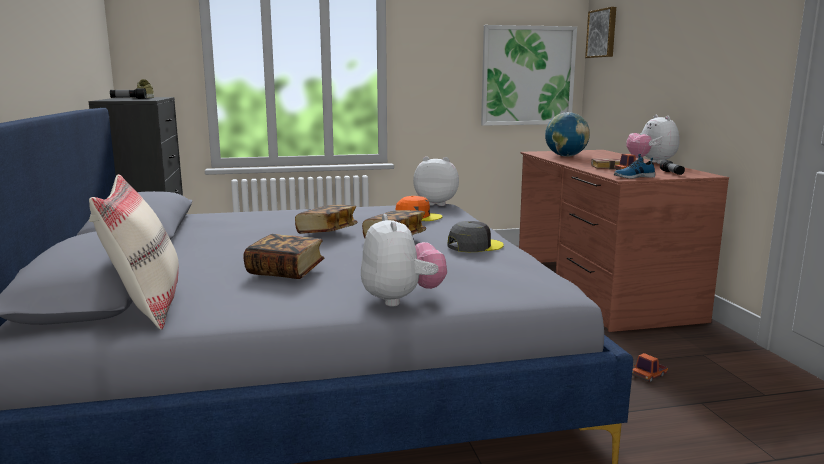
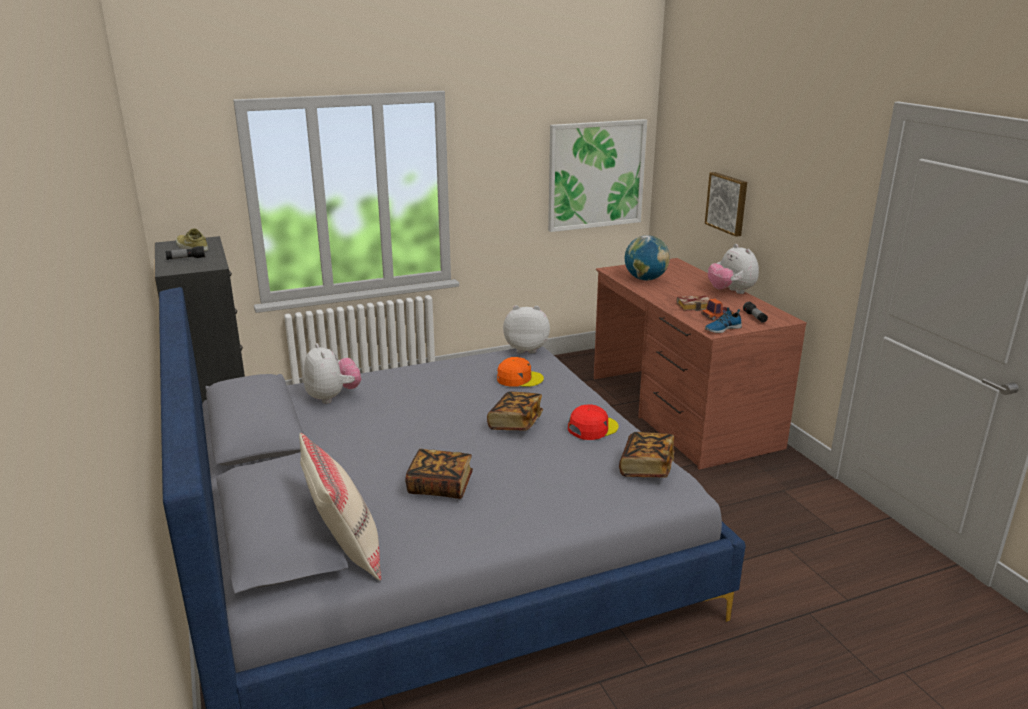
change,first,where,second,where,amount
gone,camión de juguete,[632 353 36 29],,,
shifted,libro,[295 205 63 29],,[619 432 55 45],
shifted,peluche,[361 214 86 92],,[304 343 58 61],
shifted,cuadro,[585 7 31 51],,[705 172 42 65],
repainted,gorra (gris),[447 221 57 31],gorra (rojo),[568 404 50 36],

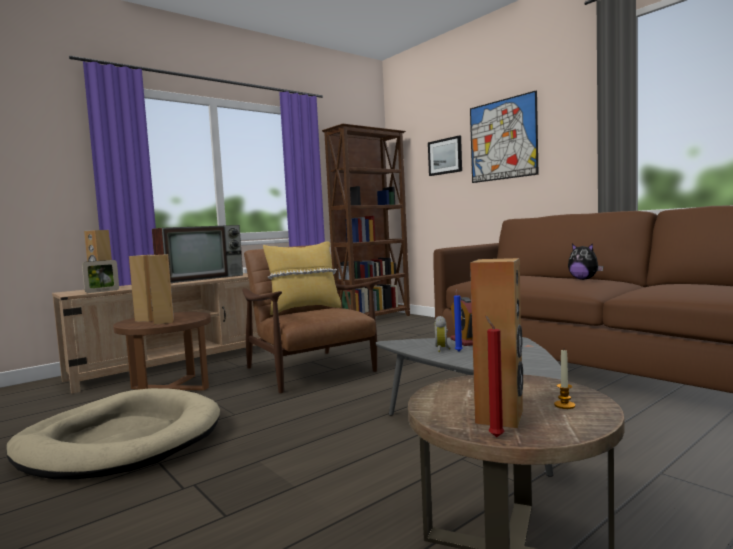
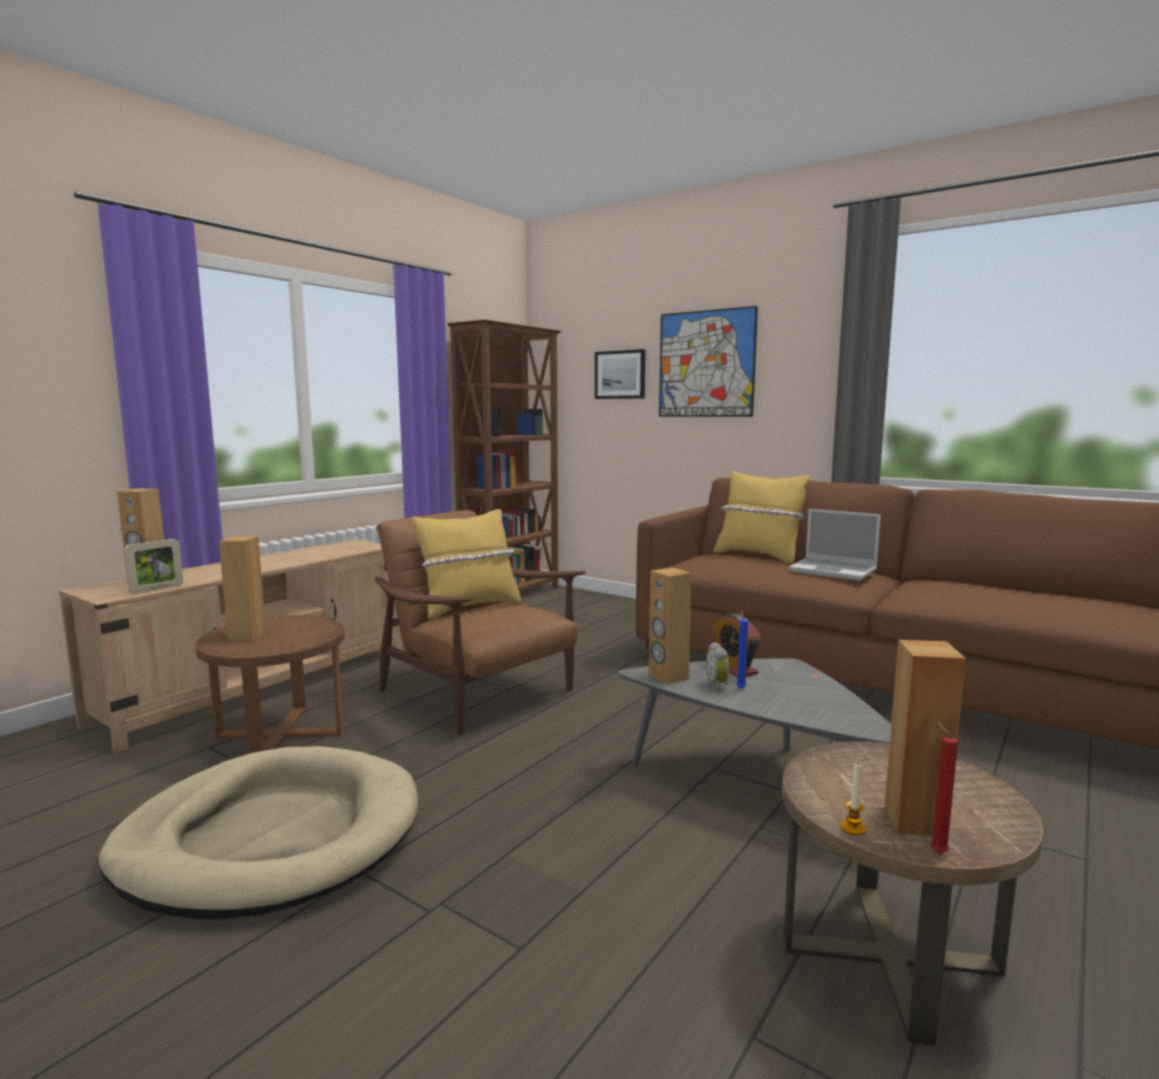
change,first,where,second,where,amount
gone,televisor,[152 225 91 58],,,
new,,,cojín (amarillo),[713 470 97 95],
shifted,altavoz (marrón),[148 254 26 71],,[649 567 42 118],
shifted,vela,[554 350 21 59],,[841 764 25 71],
swapped,peluche,[568 243 36 37],portátil,[788 509 93 72],

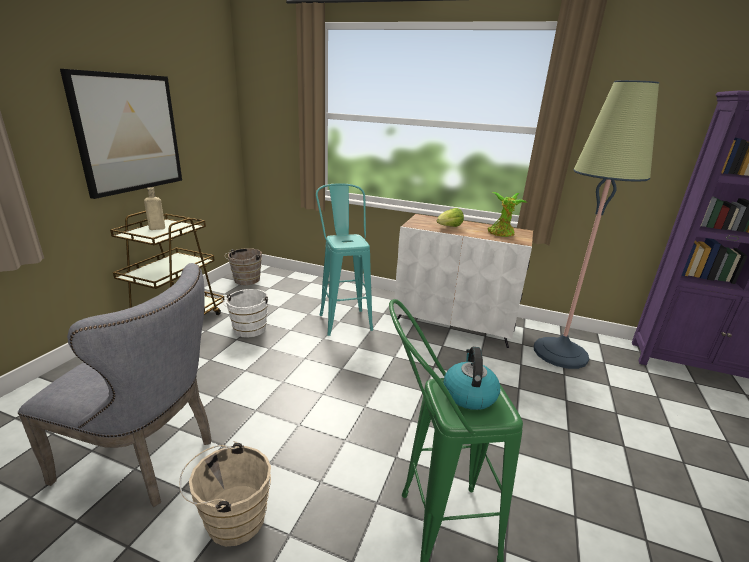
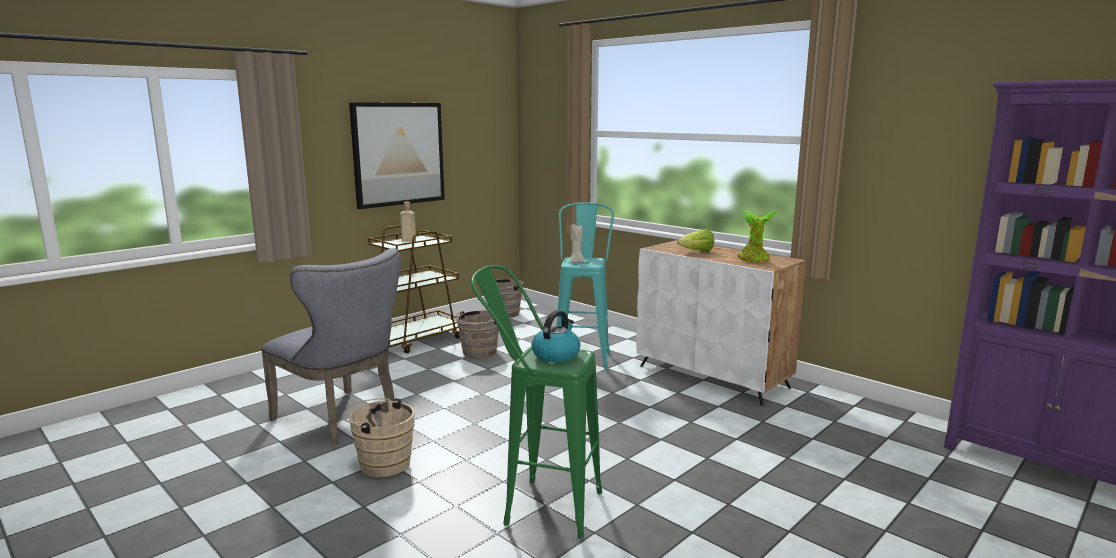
change,first,where,second,where,amount
gone,lámpara de pie,[534 80 125 289],,,
new,,,vela (beis),[570 224 15 39],
repainted,cubo (blanco),[223 289 45 49],cubo (marrón),[453 310 46 49],

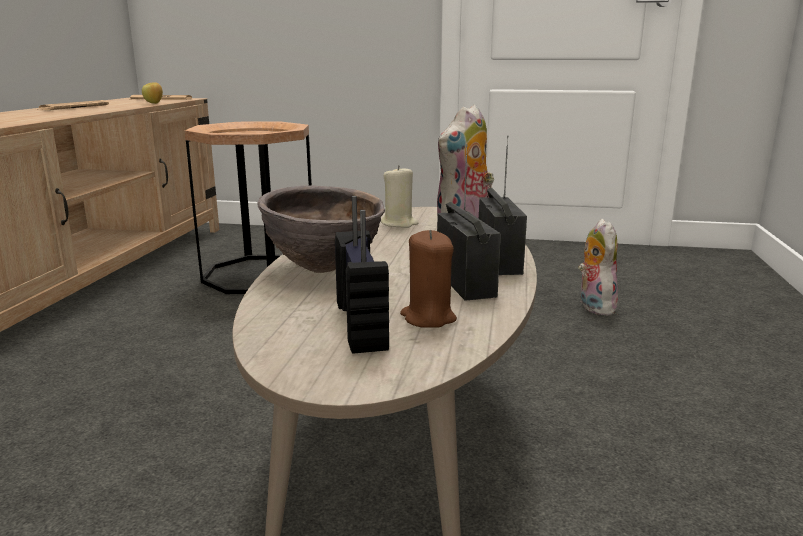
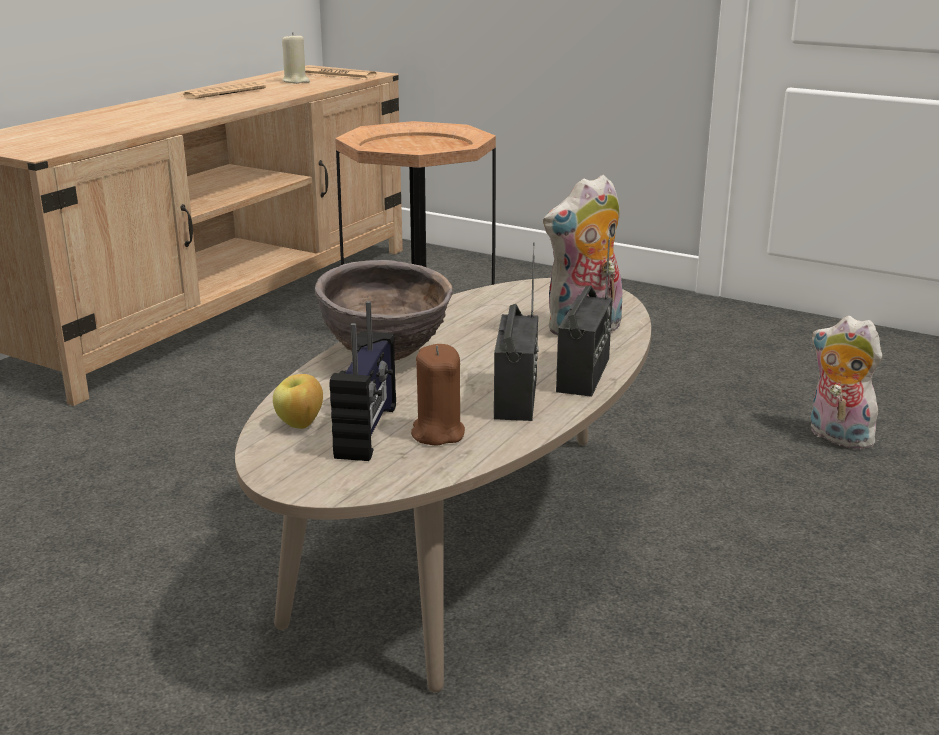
change,first,where,second,where,amount
shifted,manzana,[142 82 21 22],,[273 374 50 55],
shifted,vela (beis),[381 165 38 63],,[282 32 28 52],
rotated,peluche,[578 219 40 96],,[811 316 71 133],60 degrees counterclockwise

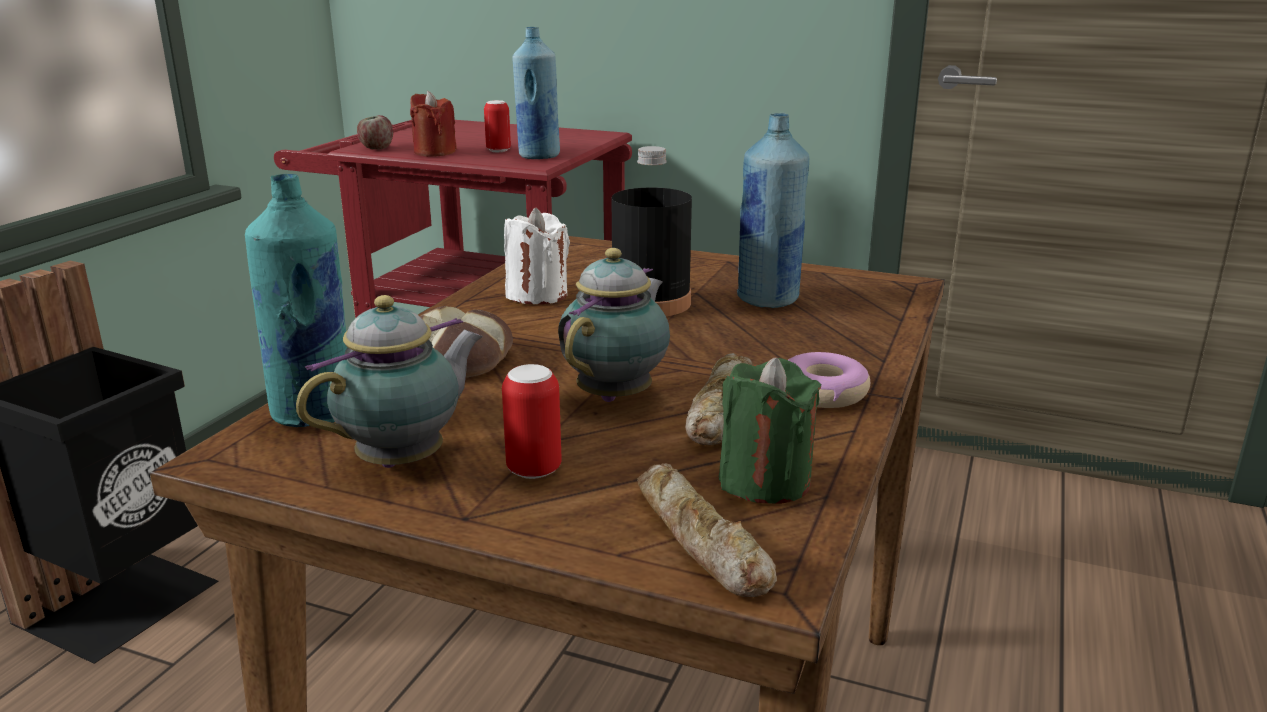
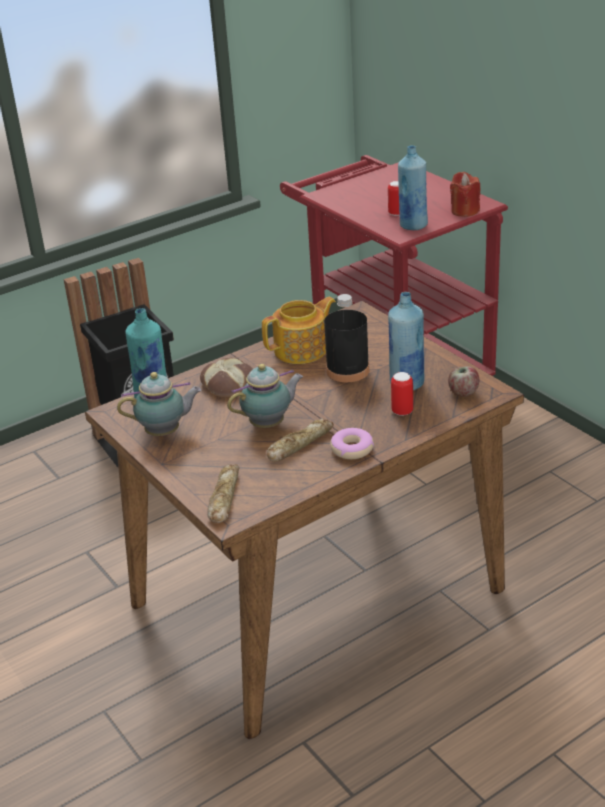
change,first,where,second,where,amount
gone,vela (verde),[719 358 102 146],,,
shifted,manzana,[357 115 36 35],,[448 366 31 31],
shifted,vela (rojo),[410 91 47 66],,[450 172 30 45],
shifted,lata,[502 364 60 115],,[391 372 22 44],
swapped,vela (blanco),[504 208 66 97],tetera,[262 297 74 67],

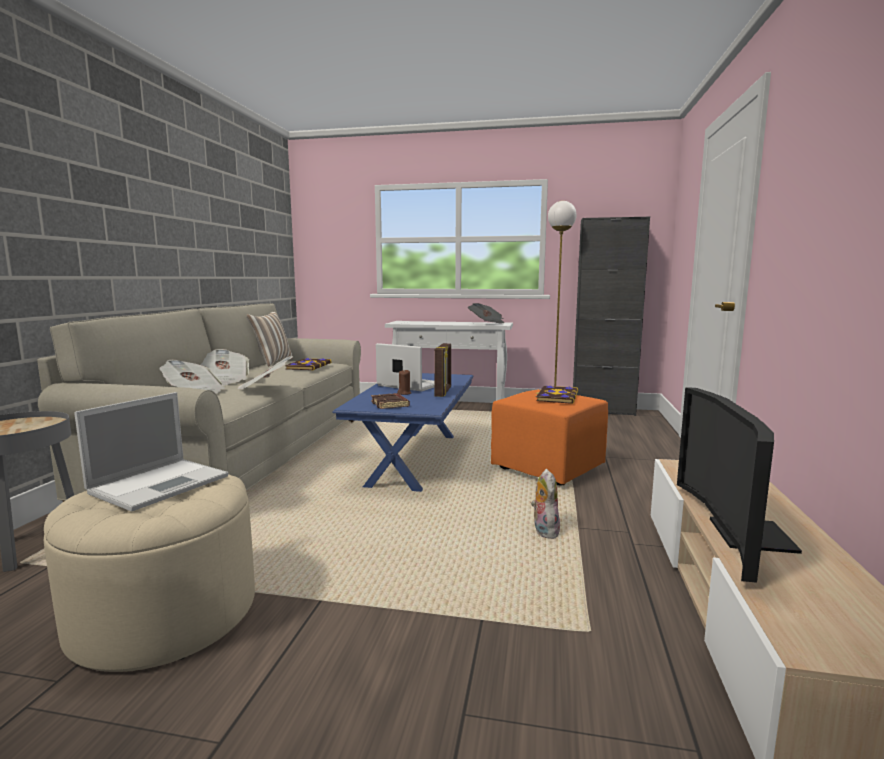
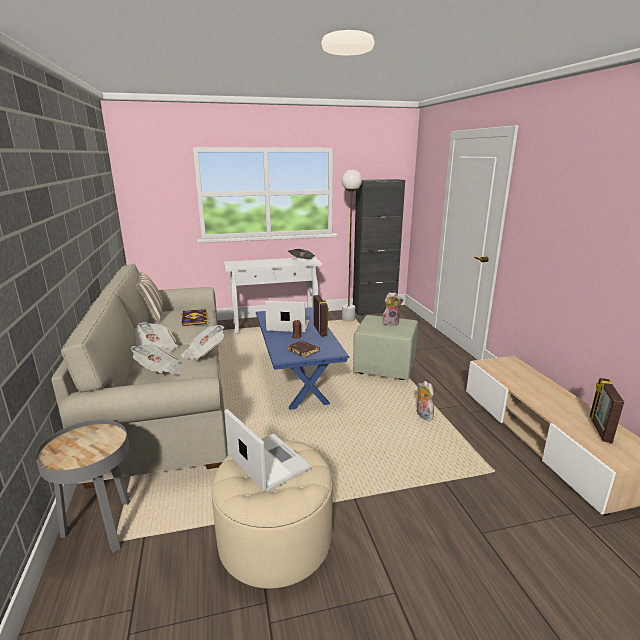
change,first,where,second,where,amount
gone,televisor,[677 387 125 196],,,
new,,,portarretratos,[590 378 34 65],
swapped,libro,[535 385 43 19],peluche,[382 292 22 34],
repainted,puf (naranja),[491 389 117 96],puf (verde),[353 315 65 65],
rotated,portátil,[74 392 154 120],,[225 409 87 83],45 degrees counterclockwise

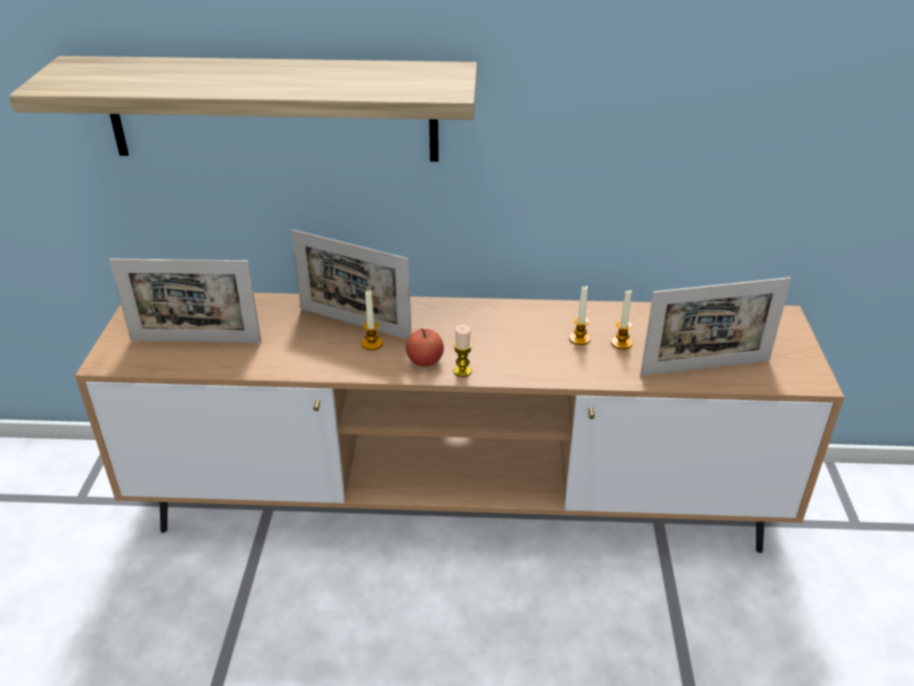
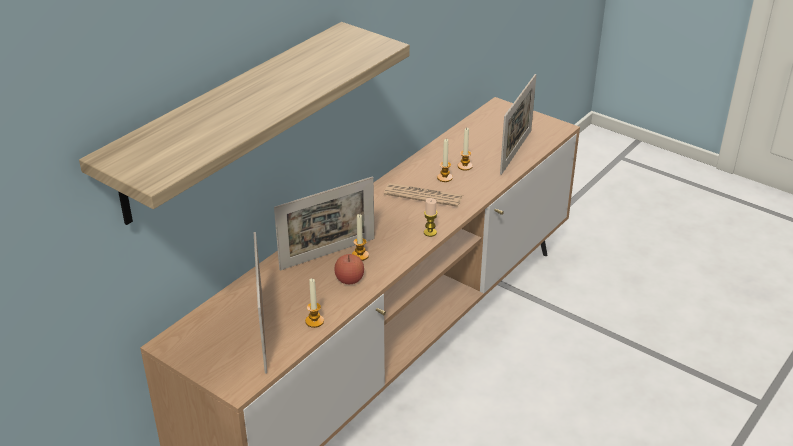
change,first,where,second,where,amount
new,,,vela,[305 279 19 49],
new,,,periódico,[384 183 79 24],
shifted,manzana,[406 328 38 39],,[334 254 30 30],
rotated,portarretratos,[109 258 152 85],,[254 232 13 142],135 degrees clockwise

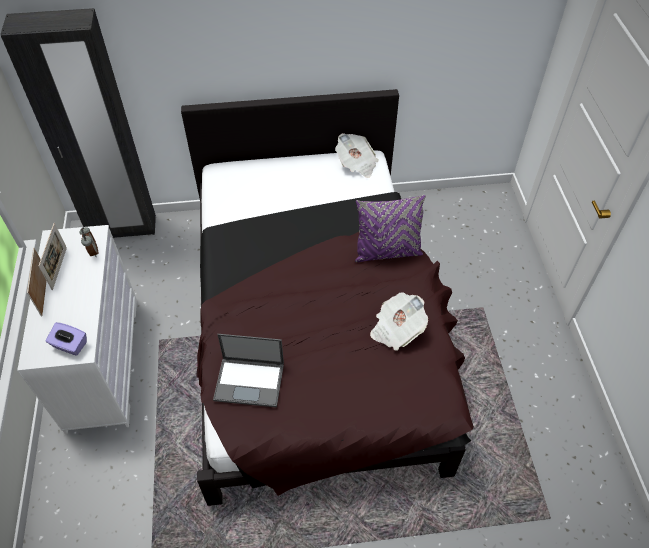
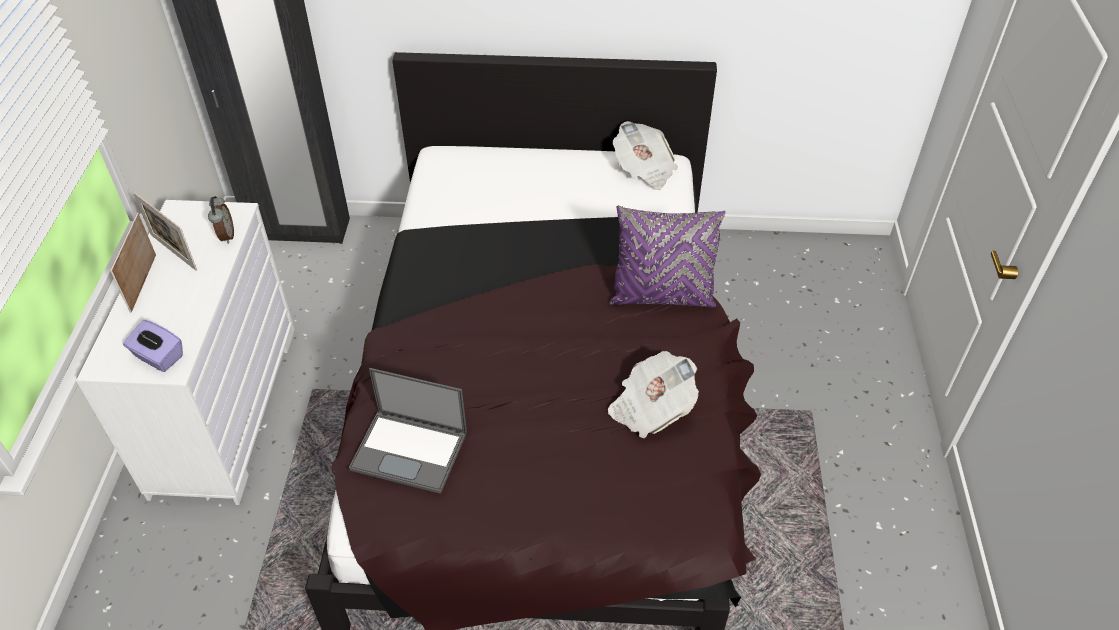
change,first,where,second,where,amount
rotated,portarretratos,[38 223 29 67],,[133 192 64 79],120 degrees clockwise

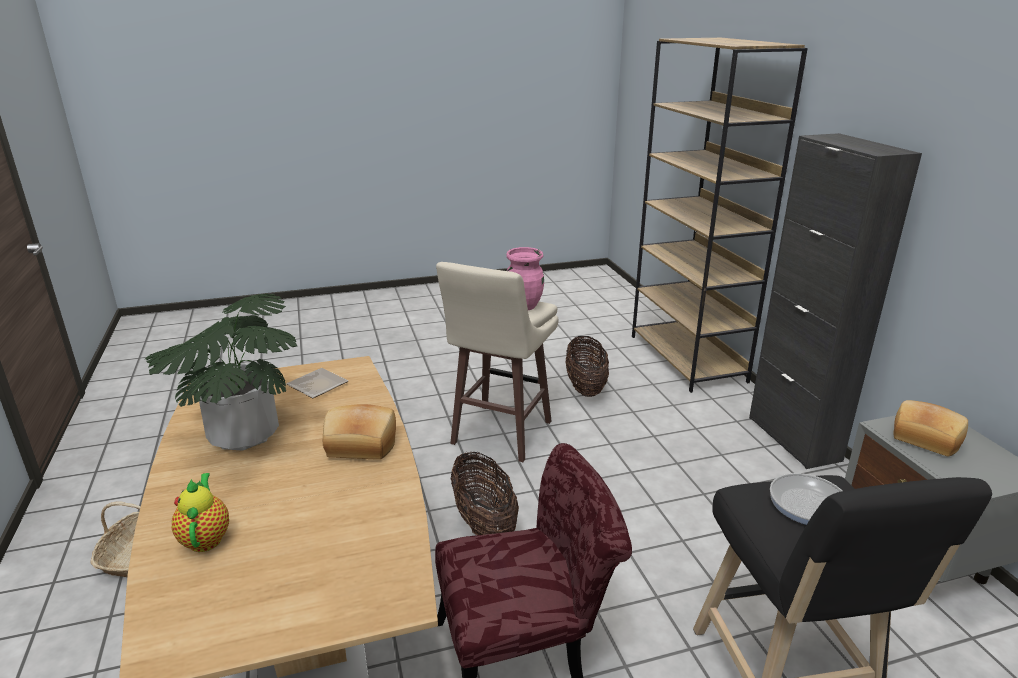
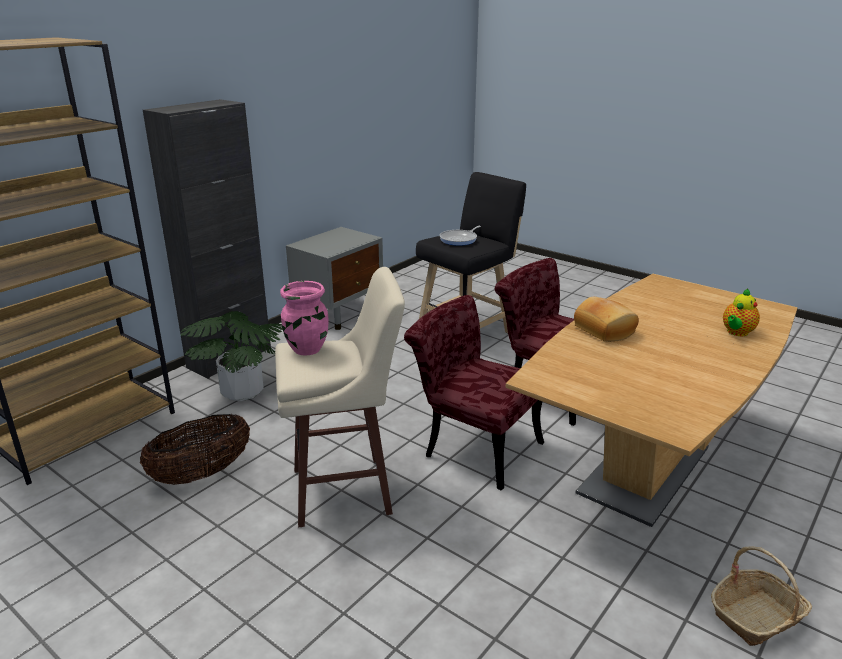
change,first,where,second,where,amount
gone,plato,[286 368 62 30],,,
gone,pan,[893 400 75 57],,,
shifted,planta en maceta,[145 293 152 158],,[181 311 102 90],
swapped,cesta,[451 452 68 83],silla (rojo),[404 295 140 195],

